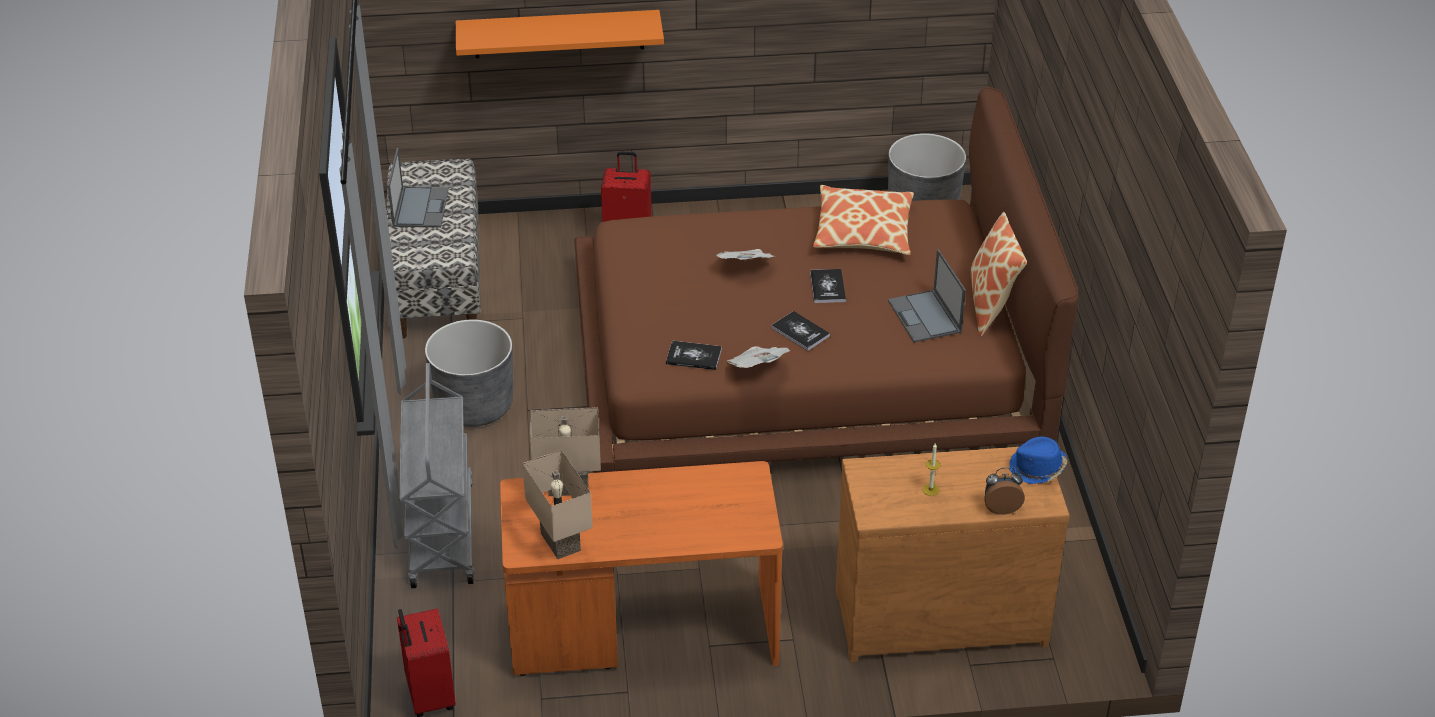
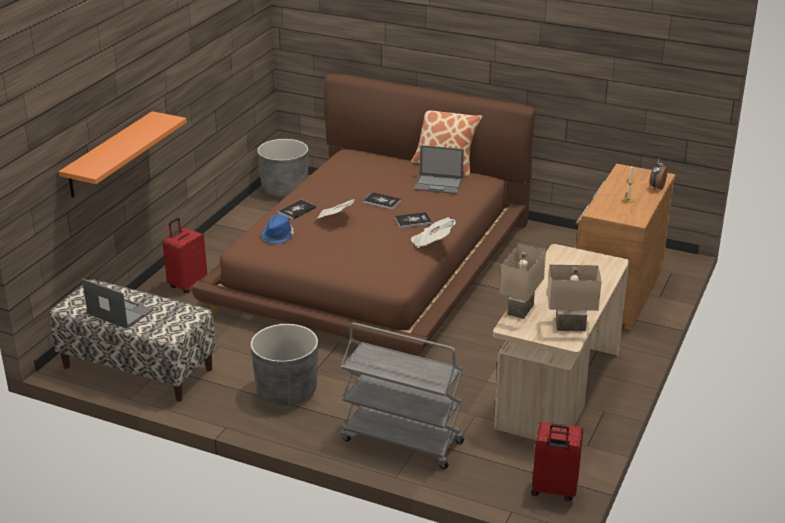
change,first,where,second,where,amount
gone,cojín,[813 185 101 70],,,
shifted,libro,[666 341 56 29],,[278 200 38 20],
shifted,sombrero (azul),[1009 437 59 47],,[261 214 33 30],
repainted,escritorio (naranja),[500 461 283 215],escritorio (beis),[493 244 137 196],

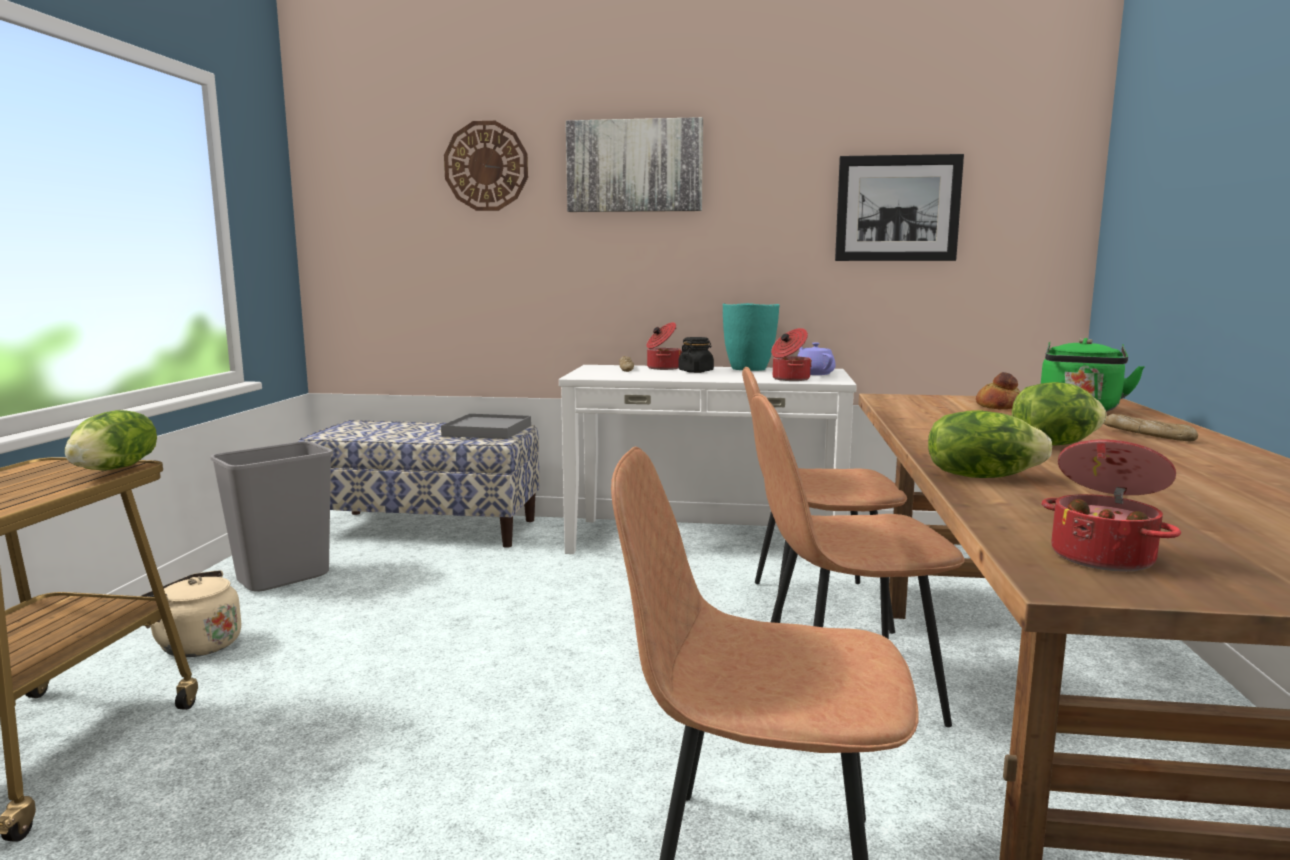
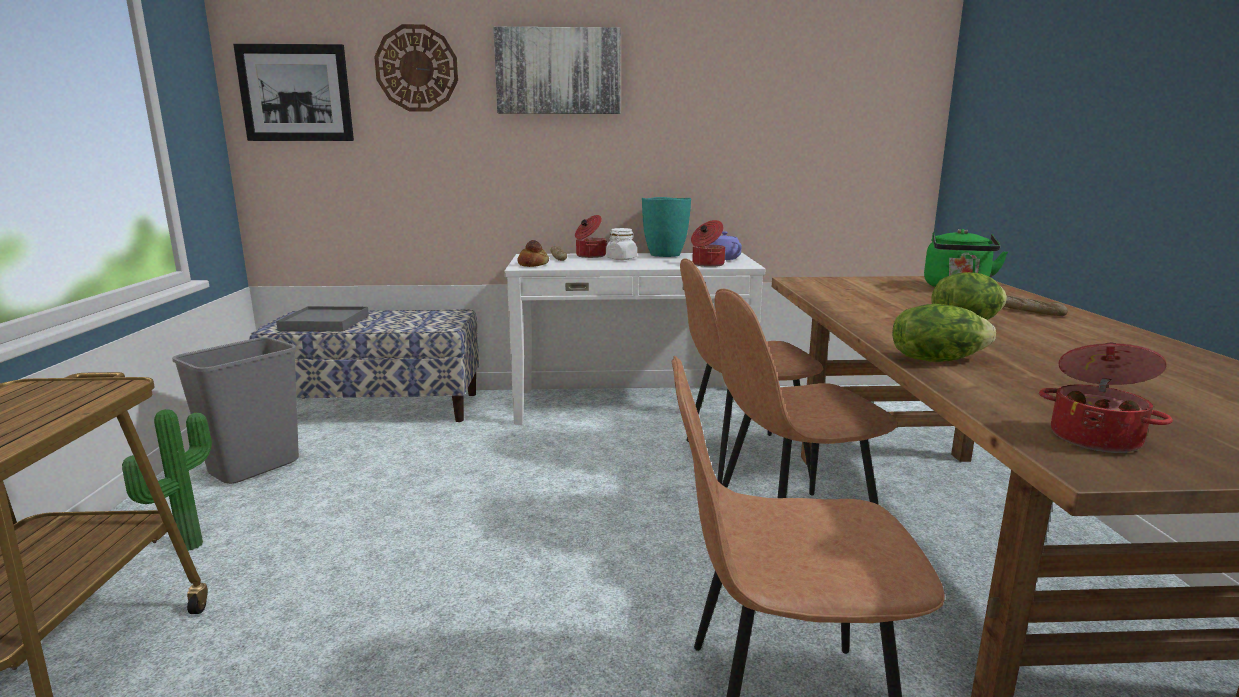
change,first,where,second,where,amount
gone,lechuga,[65 410 92 60],,,
shifted,bandeja (gris),[441 413 90 26],,[276 306 93 26],
shifted,cuadro,[835 154 129 107],,[233 44 121 97],
shifted,pan,[976 372 44 38],,[517 240 32 27],
swapped,hervidor (beis),[141 570 100 87],planta en maceta,[122 409 90 142],
repainted,tarro (negro),[678 337 36 36],tarro (blanco),[606 228 31 32],

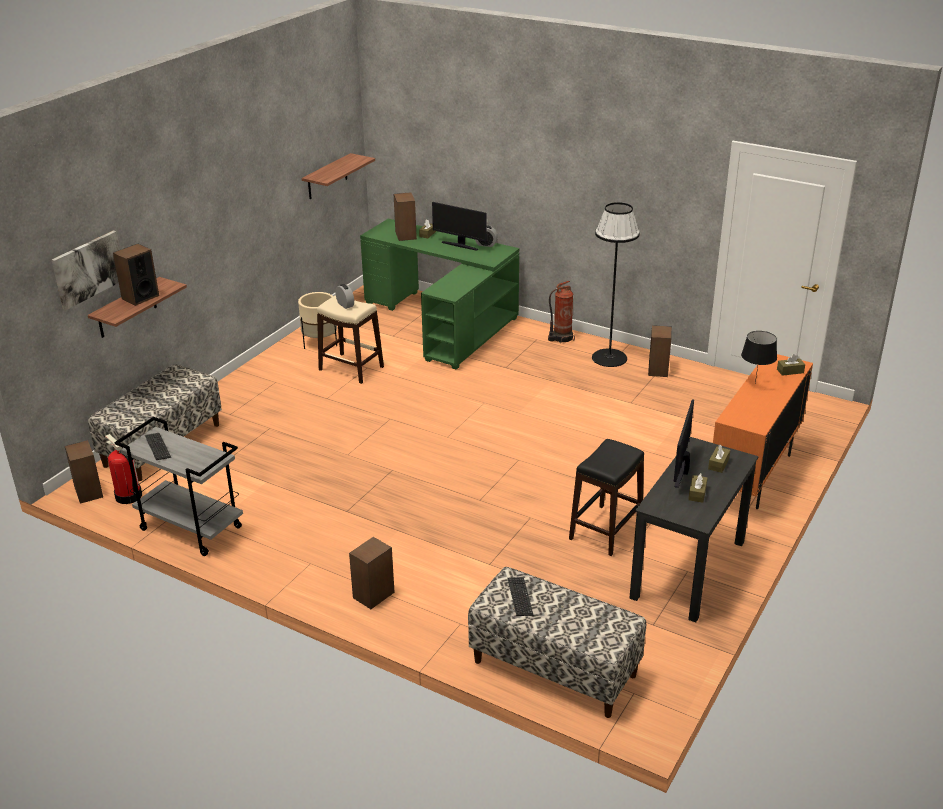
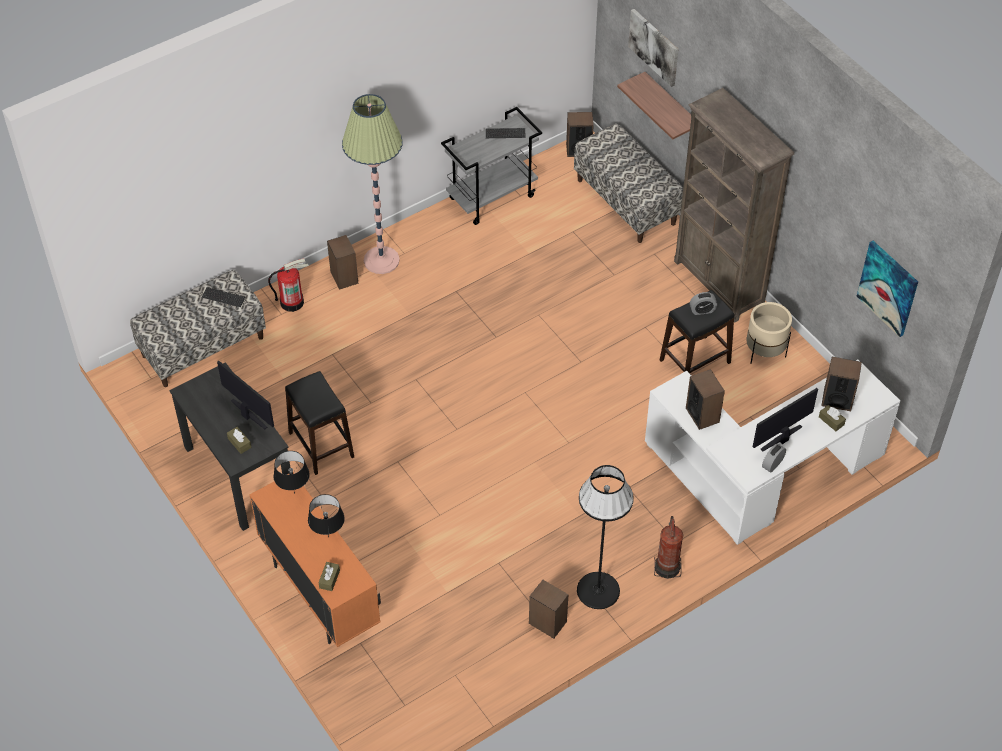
change,first,where,second,where,amount
gone,caja de pañuelos (marrón),[688 473 19 30],,,
new,,,lámpara de mesa (negro),[273 451 37 43],
new,,,lámpara de pie,[342 94 61 180],
new,,,estantería (marrón),[674 88 120 234],
shifted,extintor,[105 434 37 70],,[268 259 41 53],
shifted,altavoz,[113 244 46 62],,[686 369 39 61],
swapped,estante,[302 153 73 46],cuadro,[856 241 62 96],
repainted,taburete (beis),[317 295 67 89],taburete (negro),[660 290 75 83],
repainted,escritorio (verde),[360 219 159 151],escritorio (blanco),[645 360 255 185],

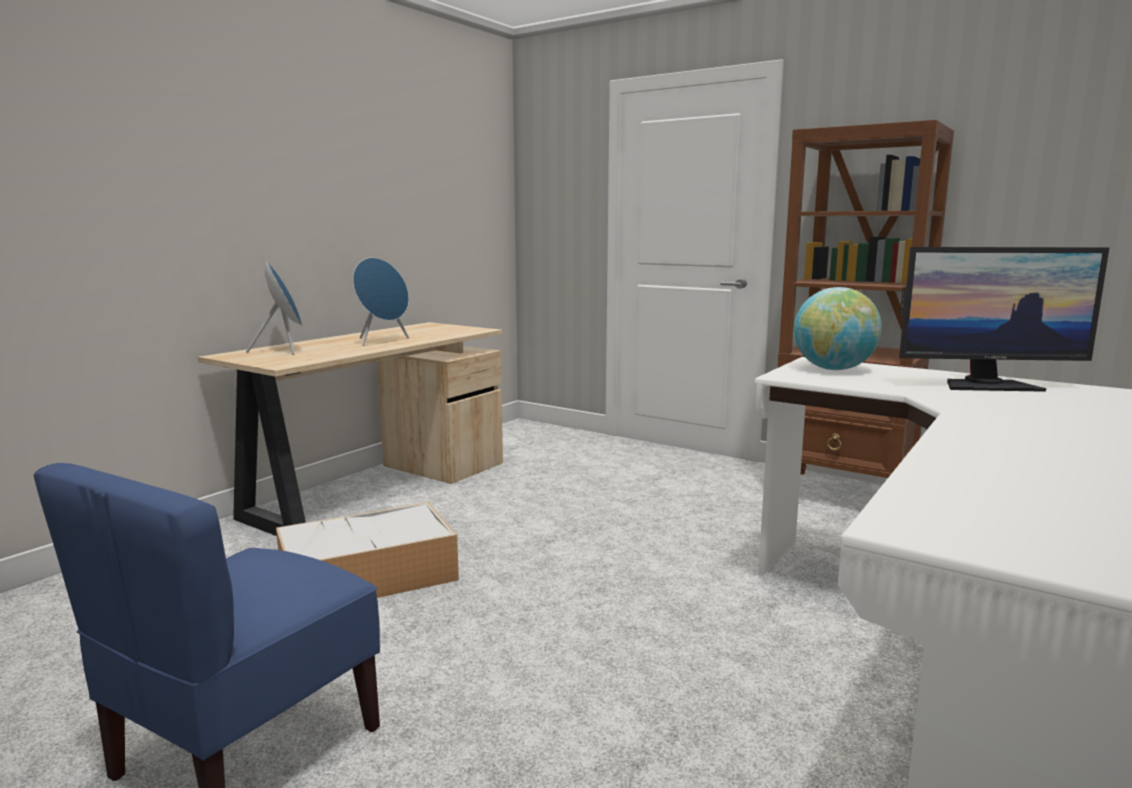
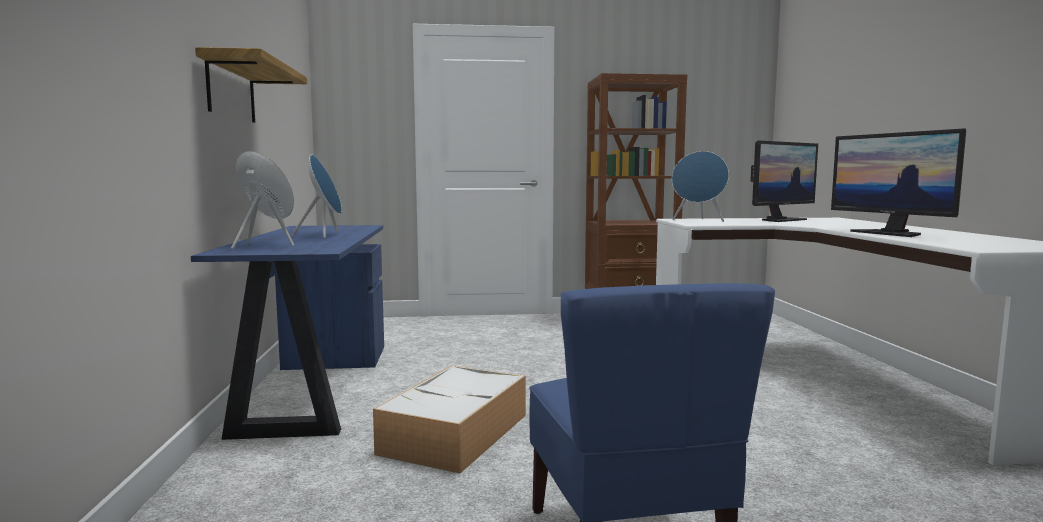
change,first,where,second,where,amount
new,,,estante,[195 47 112 76],
new,,,monitor,[831 129 135 108],
swapped,globo terráqueo,[794 287 88 83],altavoz (azul),[672 151 57 71],
repainted,escritorio (beis),[198 322 305 214],escritorio (azul),[191 225 193 215],

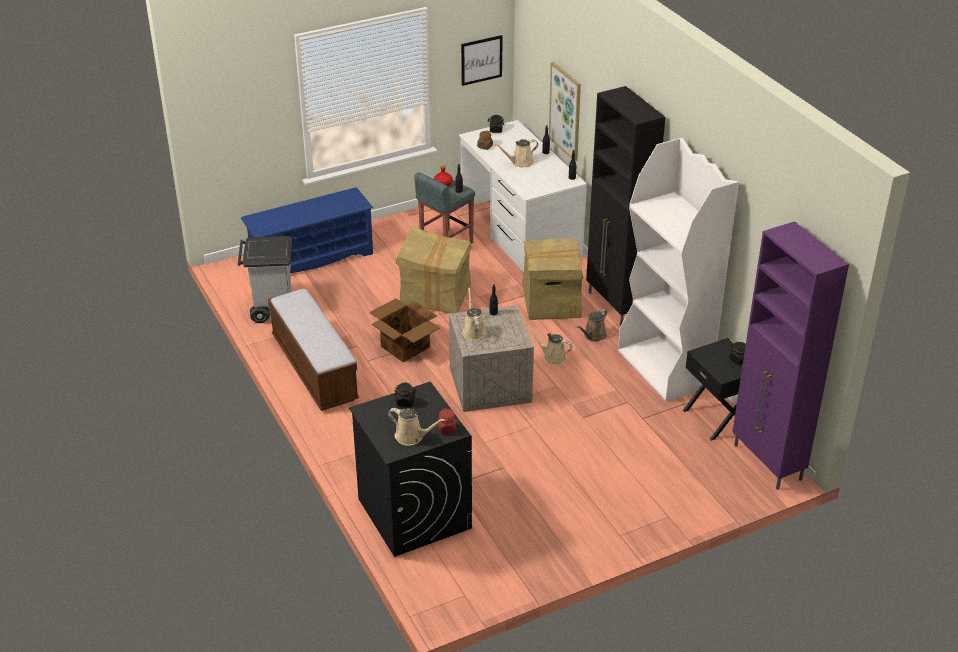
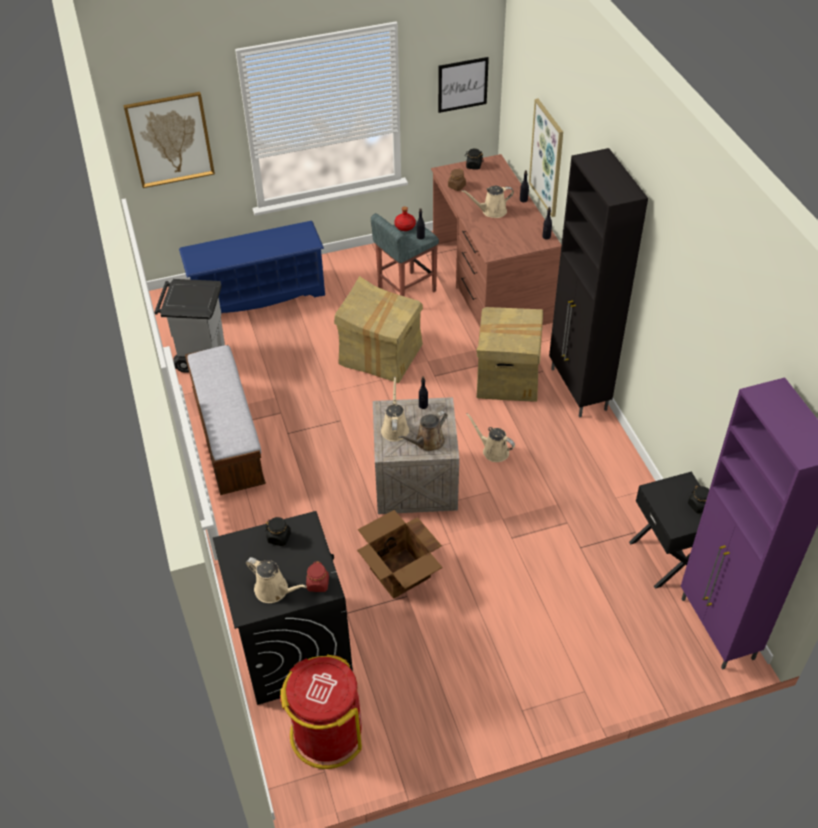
change,first,where,second,where,amount
gone,estantería (blanco),[618 138 121 264],,,
new,,,cuadro,[123 92 92 96],
new,,,papelera (rojo),[280 654 82 115],
shifted,caja de cartón,[370 298 70 64],,[357 510 85 89],
shifted,regadera (marrón),[577 309 30 33],,[398 411 49 40],
repainted,escritorio (blanco),[459 120 128 152],escritorio (marrón),[431 154 130 173],

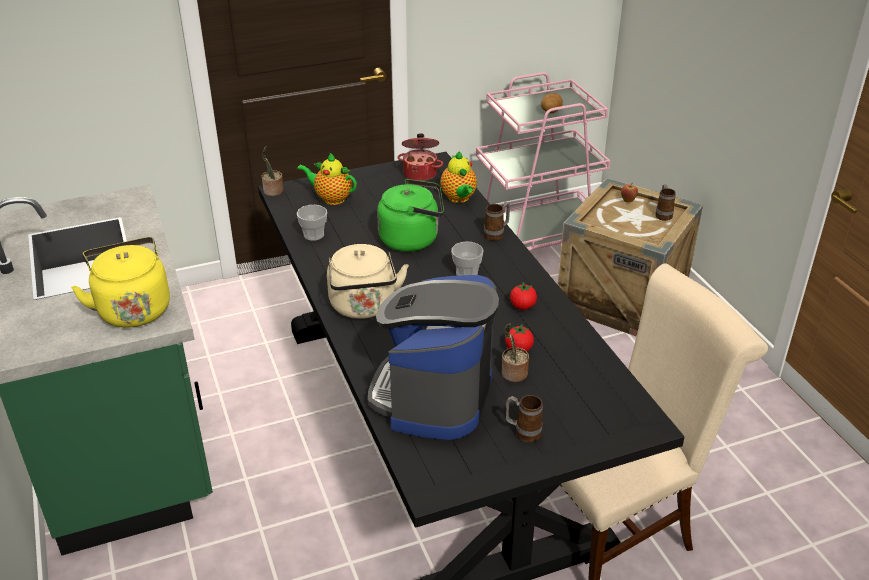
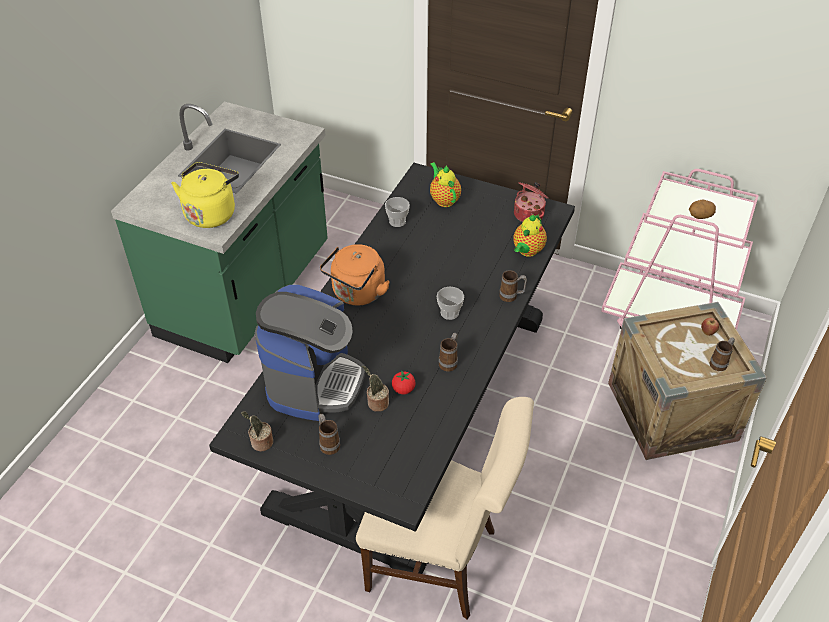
change,first,where,second,where,amount
gone,hervidor (verde),[377 179 67 73],,,
shifted,planta en maceta,[262 146 22 50],,[241 411 32 40],
swapped,tomate,[510 282 27 28],taza grande,[439 333 19 38],
repainted,hervidor (beis),[327 244 82 75],hervidor (naranja),[320 244 70 61],
rotated,cafetera,[368 275 131 165],,[255 285 110 136],135 degrees clockwise

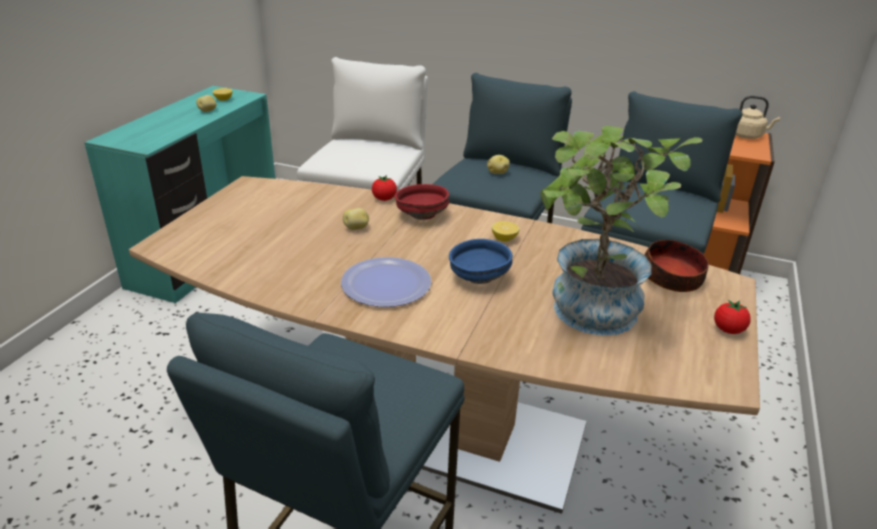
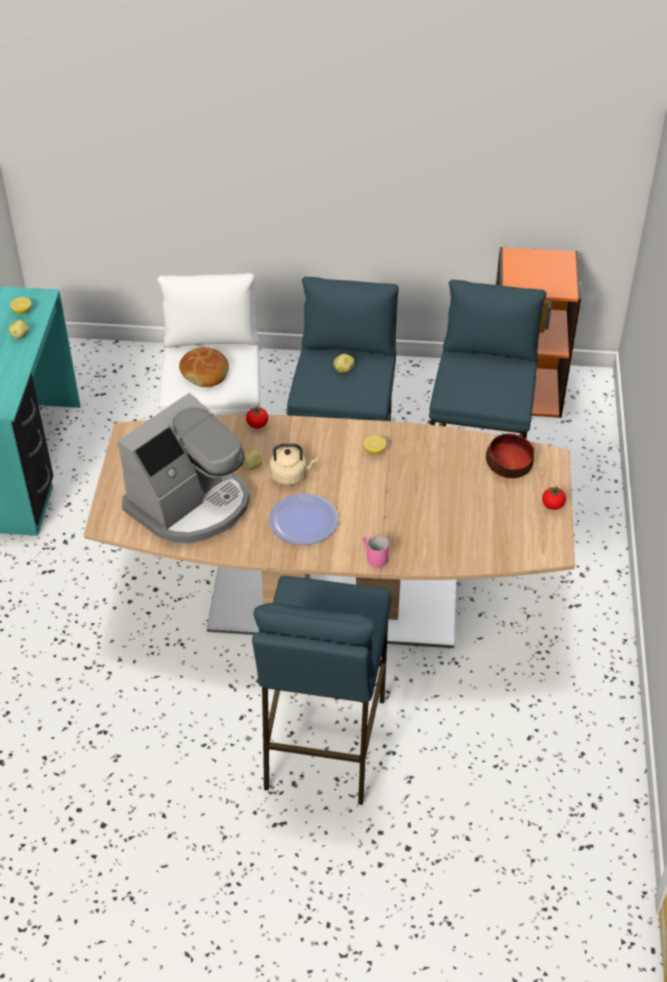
change,first,where,second,where,amount
gone,cuenco (rojo),[395 184 54 36],,,
gone,cuenco (azul),[449 239 64 45],,,
gone,planta en maceta,[540 125 162 210],,,
new,,,cafetera,[118 393 132 151],
new,,,pan,[179 347 50 40],
new,,,taza grande (rosa),[363 535 26 32],
shifted,hervidor (beis),[735 96 45 43],,[269 443 49 42],

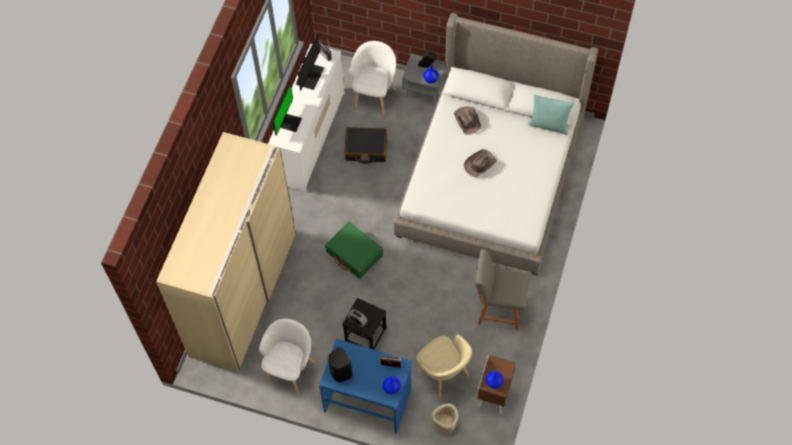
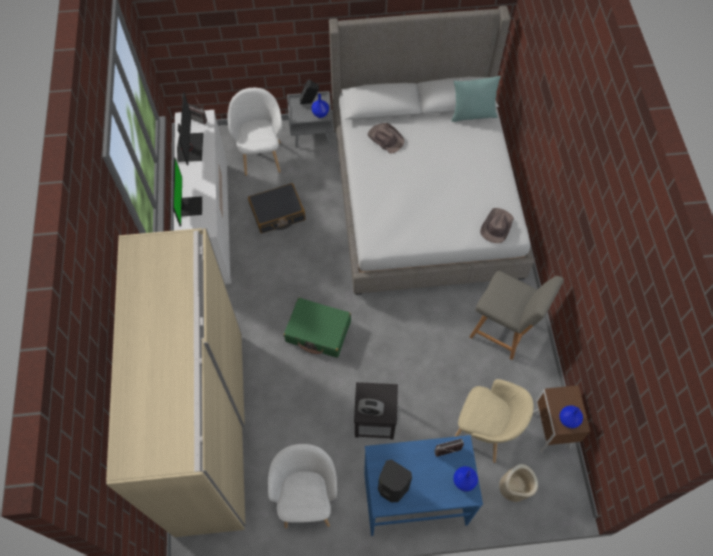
change,first,where,second,where,amount
shifted,sombrero (marrón),[464 149 32 28],,[480 208 34 35],
rotated,silla (gris),[475 249 55 82],,[470 271 94 89],135 degrees counterclockwise

